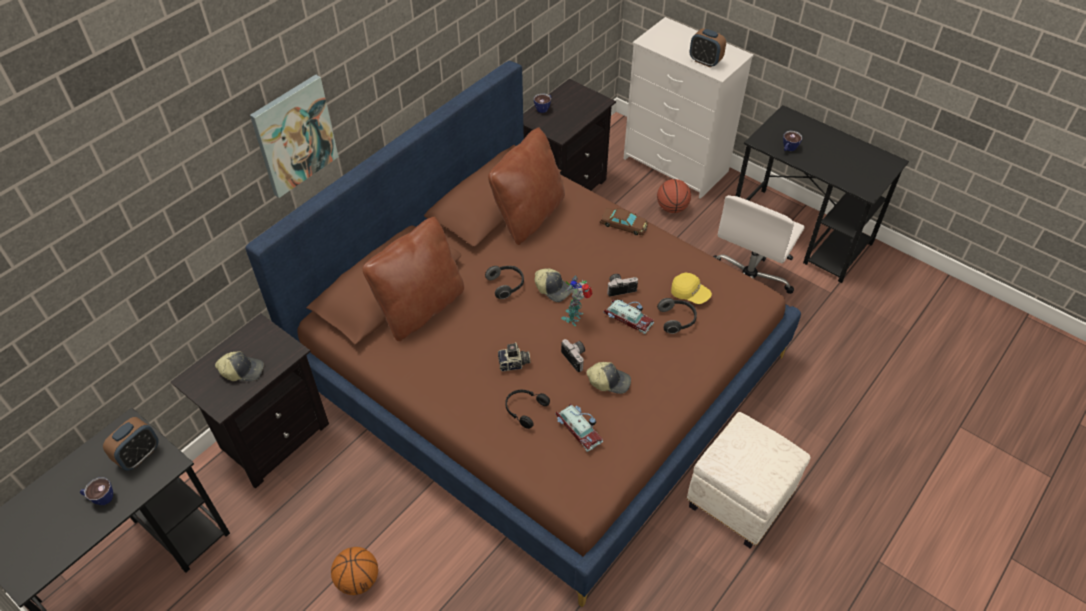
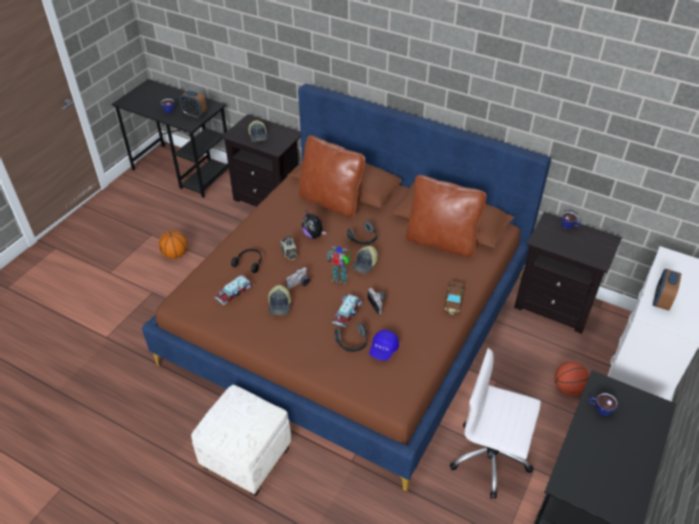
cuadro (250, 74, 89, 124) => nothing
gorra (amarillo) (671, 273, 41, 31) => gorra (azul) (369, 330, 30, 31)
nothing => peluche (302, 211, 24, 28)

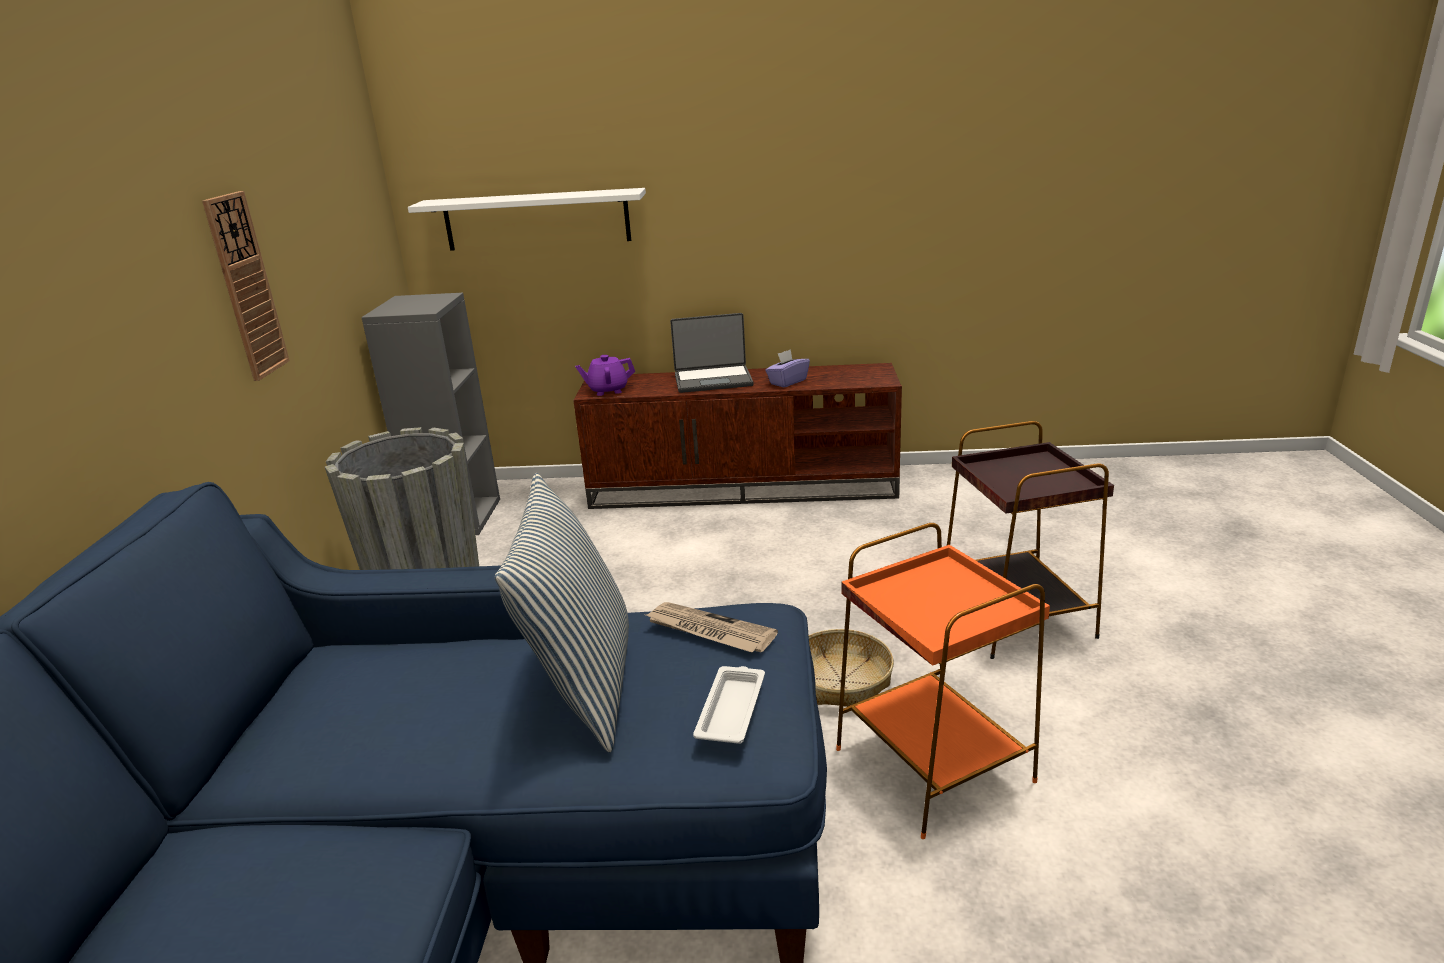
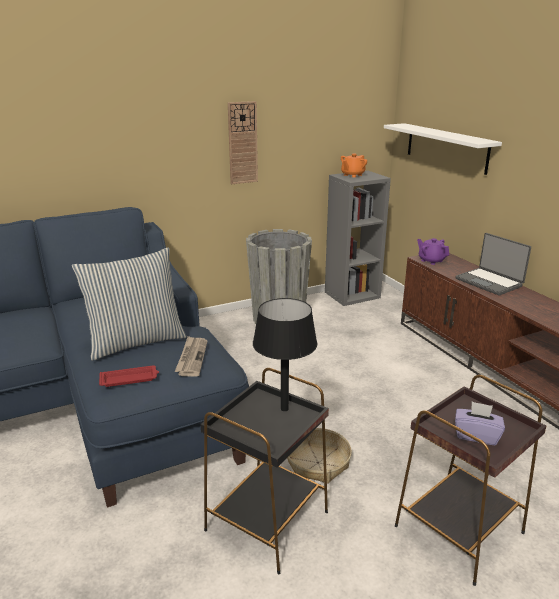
caja de pañuelos (morado) (765, 349, 45, 39) => caja de pañuelos (morado) (455, 401, 50, 44), relocated
mesa auxiliar (naranja) (836, 523, 214, 316) => mesa auxiliar (negro) (200, 368, 129, 206)
bandeja (blanco) (693, 666, 72, 78) => bandeja (rojo) (99, 365, 60, 22)
nothing => tetera (naranja) (341, 154, 26, 23)
nothing => lámpara de mesa (negro) (253, 298, 64, 113)

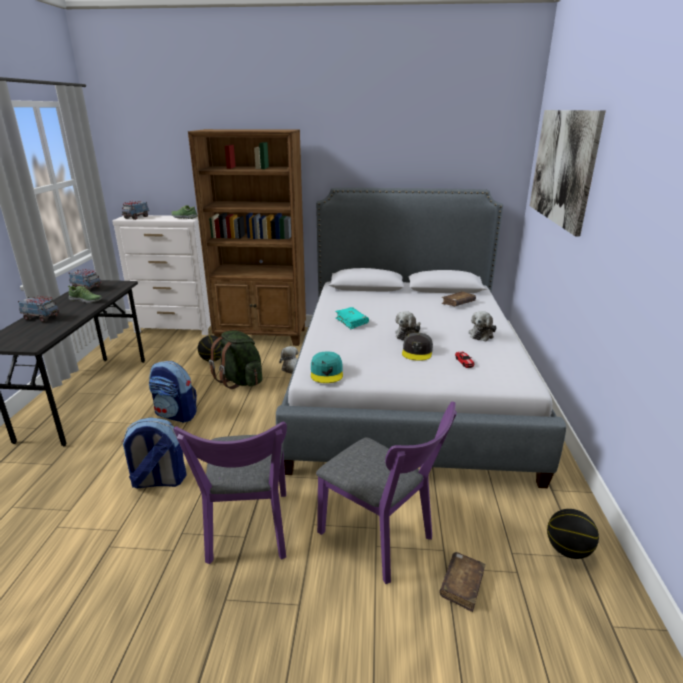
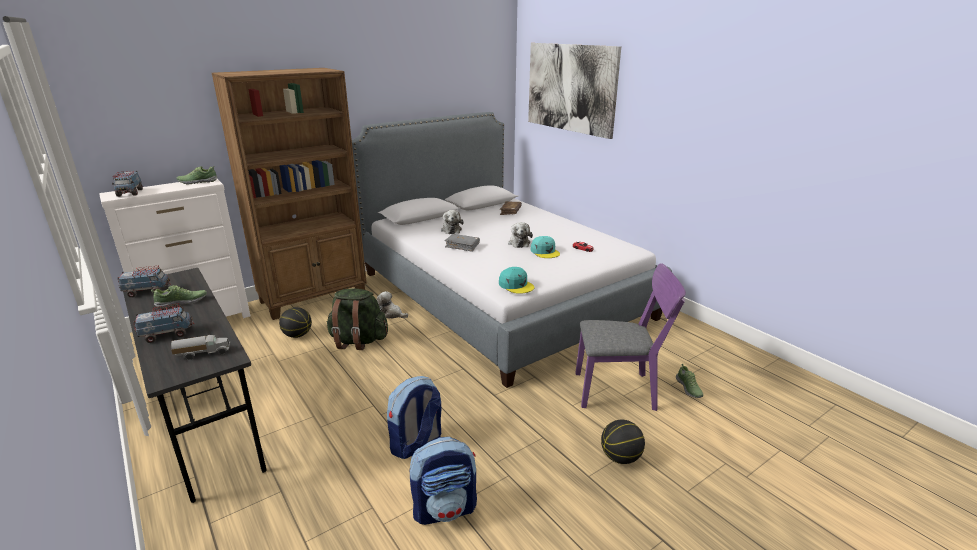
libro (turquesa) (335, 307, 34, 22) => libro (gris) (445, 234, 35, 18)
peluche (468, 311, 29, 31) => peluche (441, 210, 23, 24), relocated
gorra (gris) (402, 333, 31, 28) => gorra (turquesa) (531, 236, 29, 22)
mochila (149, 361, 48, 62) => mochila (410, 437, 67, 88), relocated
silla (morado) (173, 421, 114, 143) => nothing
balón de baloncesto (547, 509, 52, 50) => balón de baloncesto (601, 420, 44, 44), relocated
libro (marrón) (439, 552, 47, 60) => zapato (676, 364, 28, 34)
nothing => camión de juguete (171, 335, 59, 25)

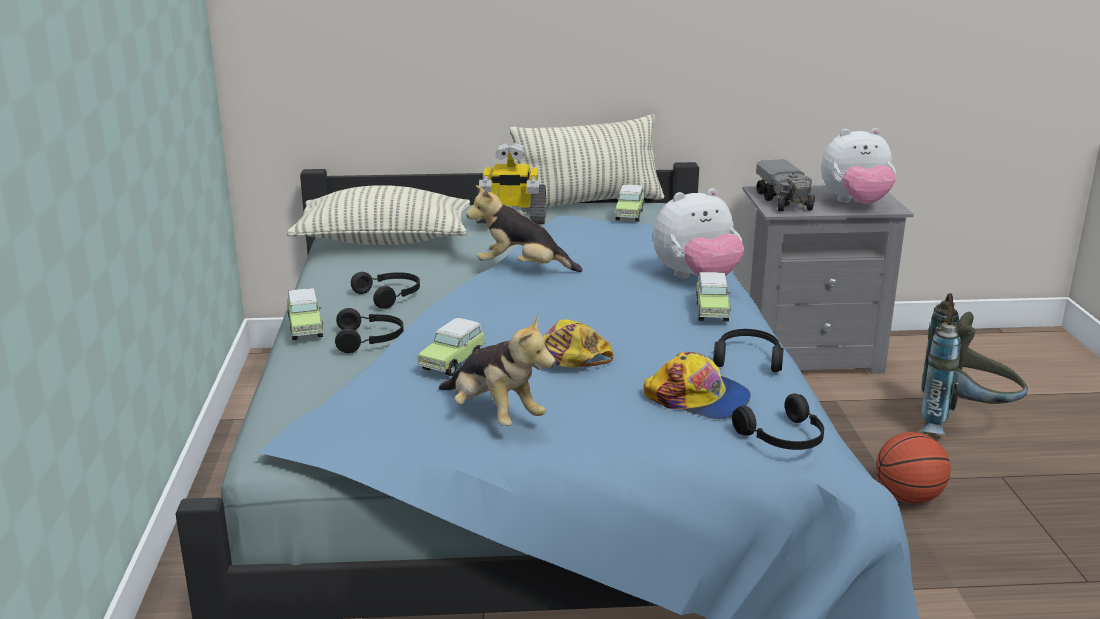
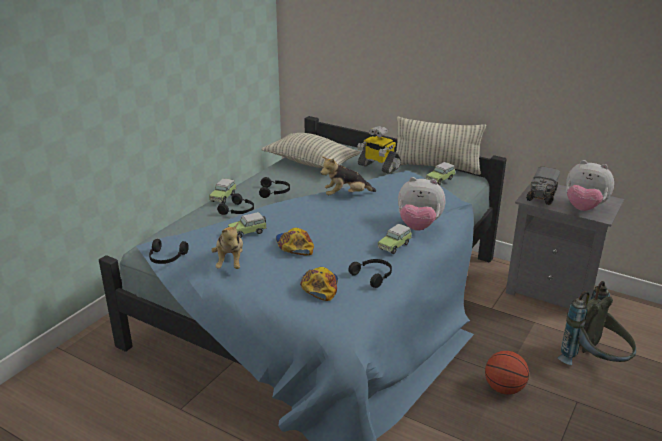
peluche (466, 185, 117, 87) => peluche (320, 156, 56, 39), 60 degrees counterclockwise
gorra (644, 352, 107, 67) => gorra (300, 267, 38, 34), 150 degrees counterclockwise
auriculares (negro) (732, 393, 92, 57) => auriculares (negro) (149, 239, 40, 25), relocated

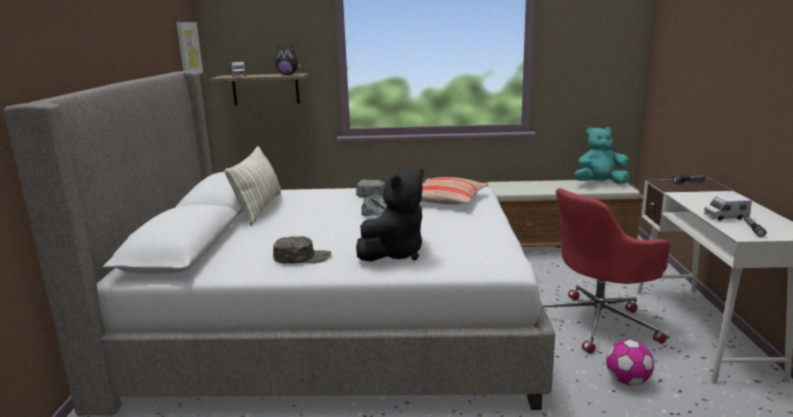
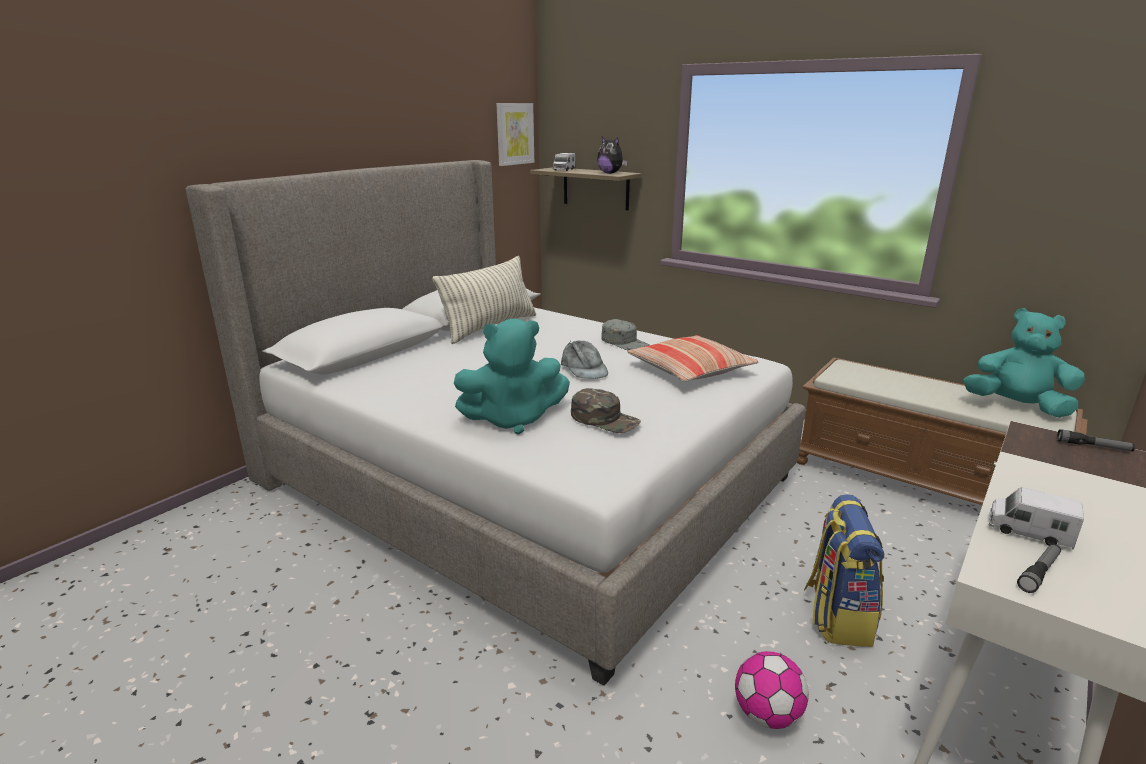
peluche (negro) (356, 169, 68, 93) => peluche (turquesa) (454, 319, 116, 116)
silla de oficina (rojo) (542, 188, 128, 166) => mochila (804, 495, 80, 152)
gorra (verde) (273, 236, 58, 28) => gorra (verde) (571, 388, 70, 45), relocated

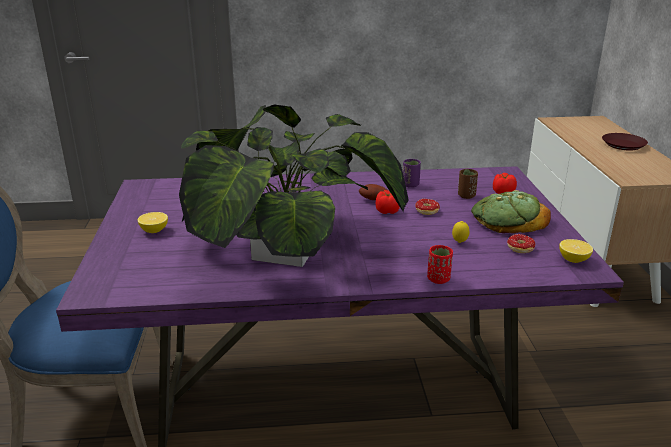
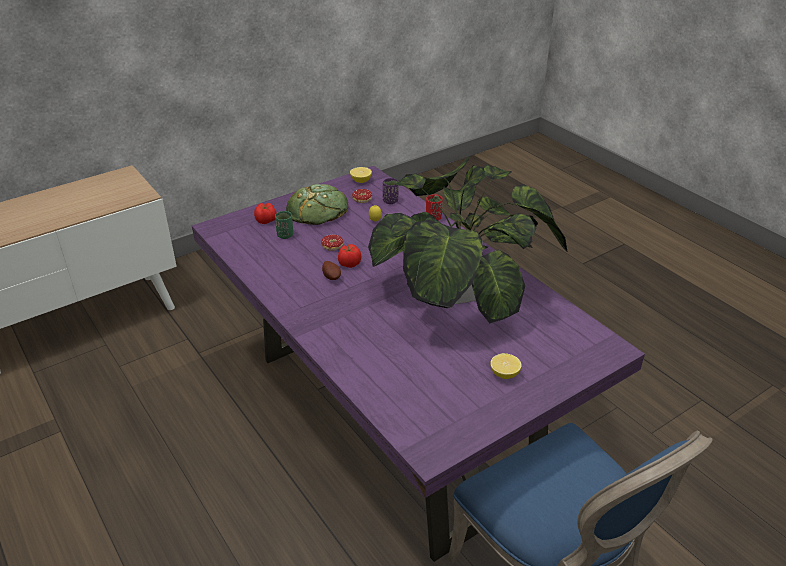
plato (marrón) (602, 133, 46, 17) => nothing
taza (morado) (403, 159, 18, 29) => taza (morado) (383, 178, 16, 26), relocated
taza (marrón) (458, 169, 20, 30) => taza (verde) (275, 211, 18, 28)

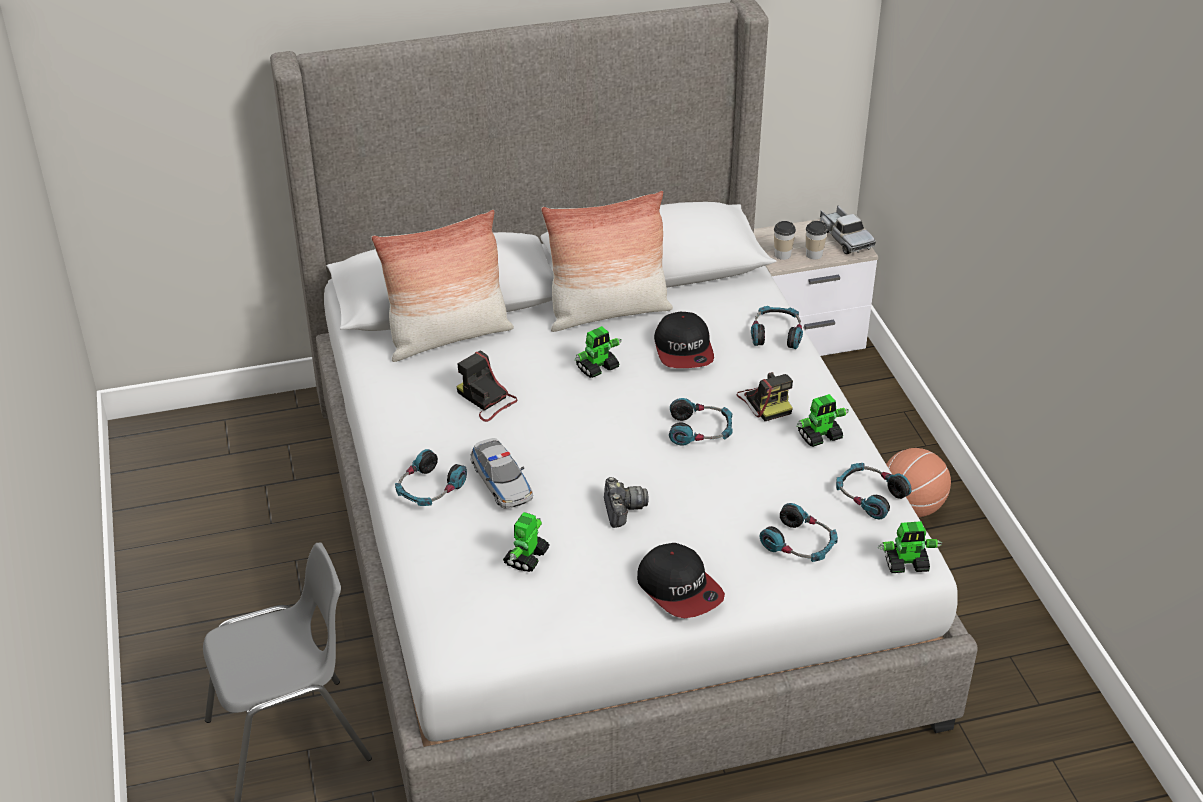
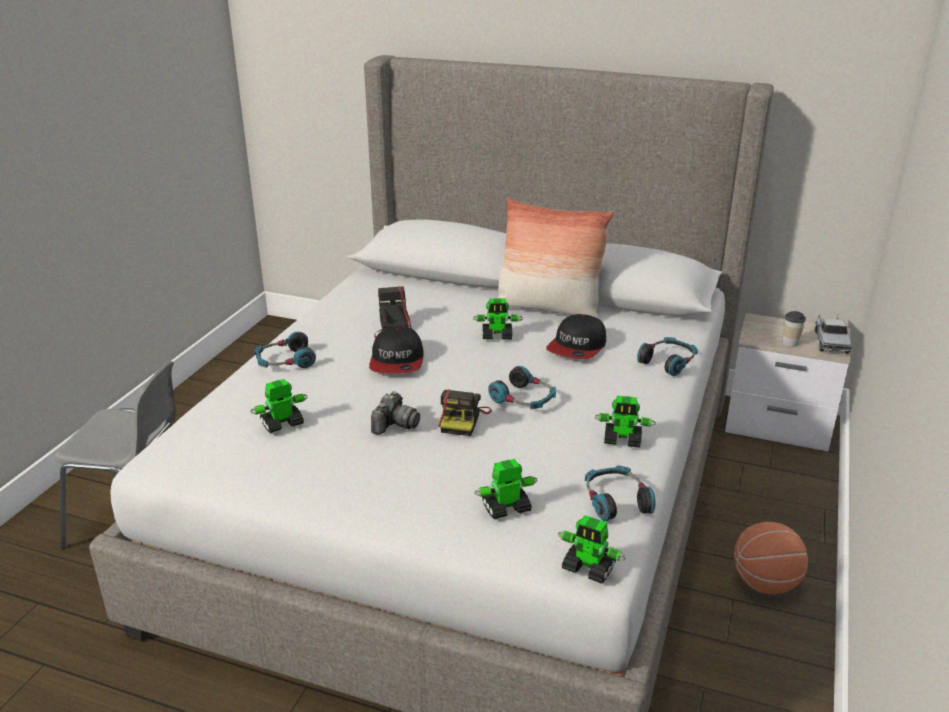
cojín (371, 210, 143, 152) => nothing
taza (774, 221, 22, 39) => nothing
cámara (737, 372, 56, 49) => cámara (438, 390, 54, 46), relocated
coche de juguete (470, 438, 63, 71) => nothing
auriculares (760, 503, 78, 59) => robot de juguete (474, 459, 64, 60)
gorra (637, 543, 88, 75) => gorra (369, 327, 55, 46), relocated

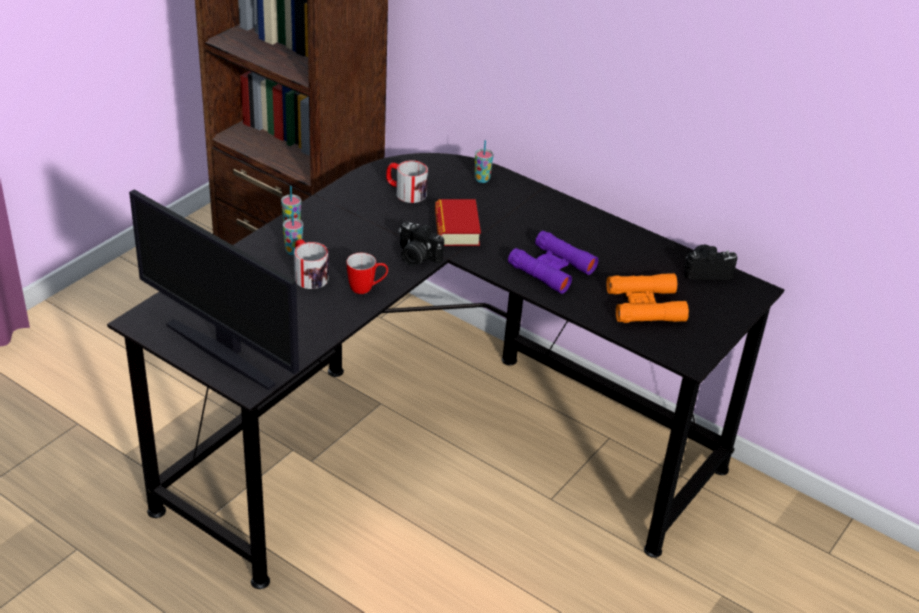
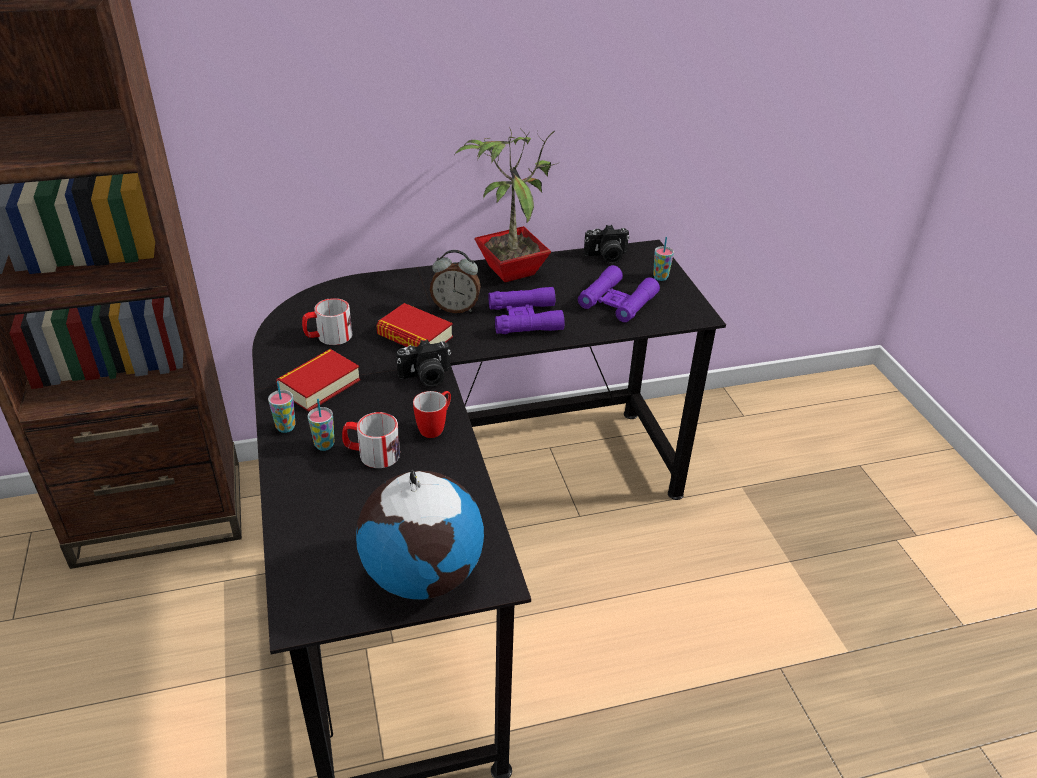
taza (475, 140, 19, 43) => taza (653, 237, 21, 44), relocated
monitor (129, 189, 170, 201) => globo terráqueo (356, 470, 128, 130)
cámara (684, 245, 54, 35) => cámara (584, 225, 46, 38), 135 degrees counterclockwise
prismáticos (naranja) (606, 273, 83, 50) => prismáticos (morado) (578, 265, 82, 57)
nothing => planta en maceta (455, 127, 105, 155)
nothing => despertador (430, 250, 51, 63)
nothing => libro (276, 349, 85, 63)

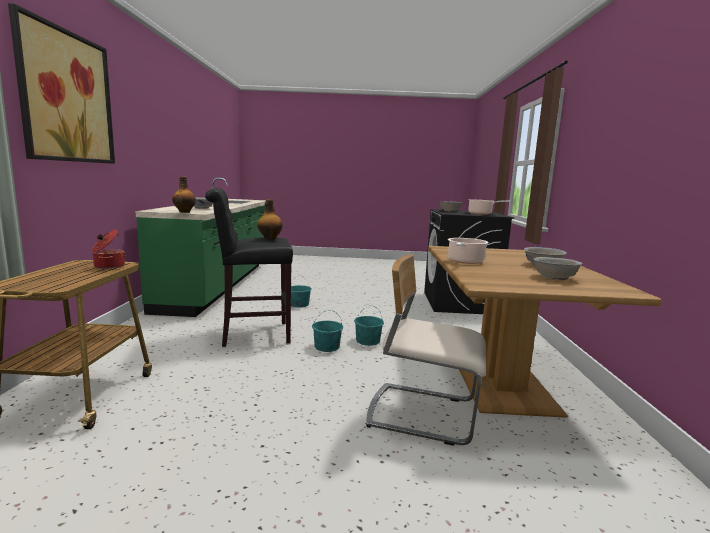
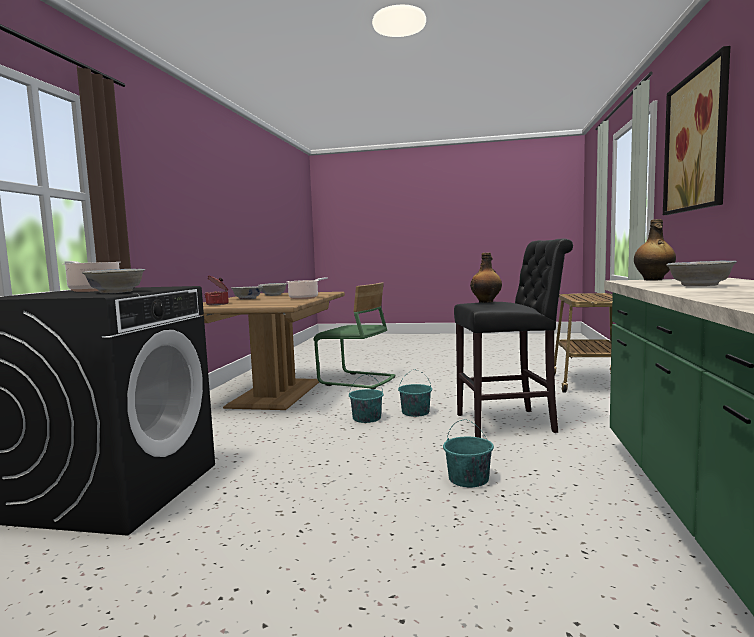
olla (92, 230, 33, 39) => olla (204, 276, 25, 29), relocated
silla (beis) (366, 254, 120, 192) => silla (verde) (313, 282, 82, 107)

